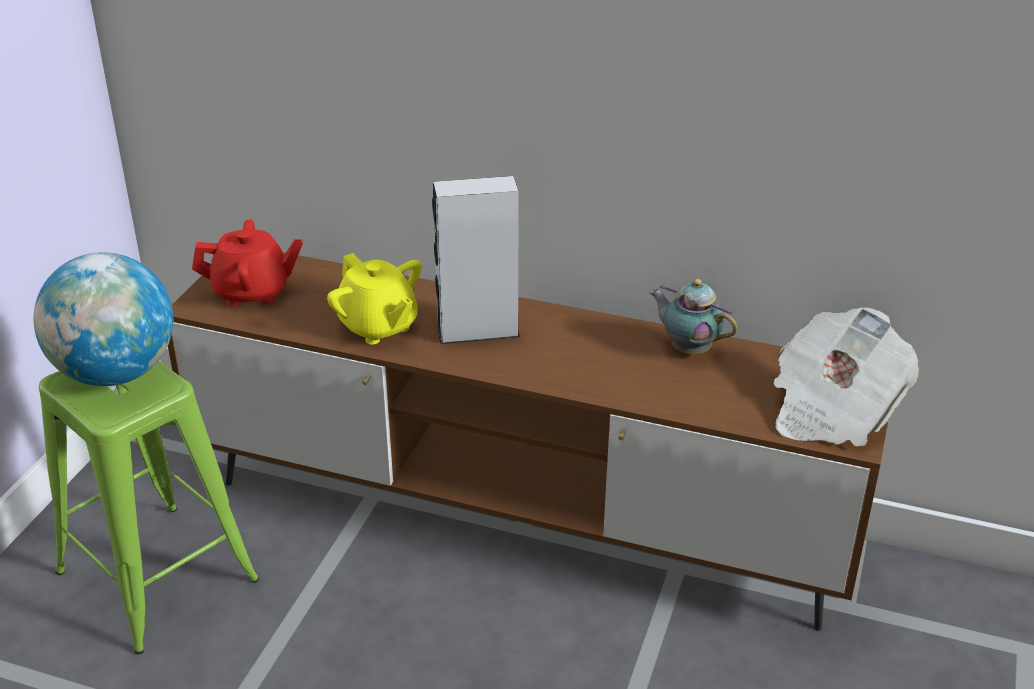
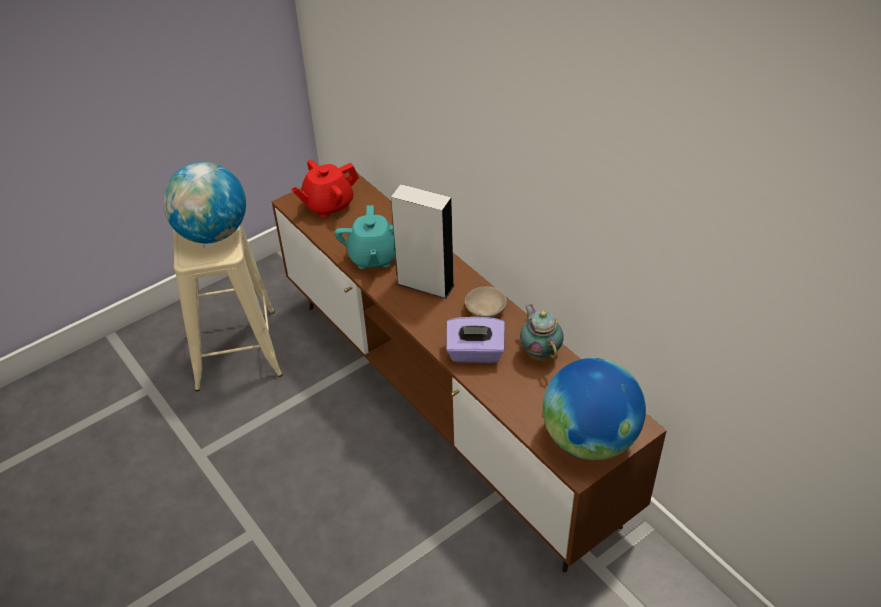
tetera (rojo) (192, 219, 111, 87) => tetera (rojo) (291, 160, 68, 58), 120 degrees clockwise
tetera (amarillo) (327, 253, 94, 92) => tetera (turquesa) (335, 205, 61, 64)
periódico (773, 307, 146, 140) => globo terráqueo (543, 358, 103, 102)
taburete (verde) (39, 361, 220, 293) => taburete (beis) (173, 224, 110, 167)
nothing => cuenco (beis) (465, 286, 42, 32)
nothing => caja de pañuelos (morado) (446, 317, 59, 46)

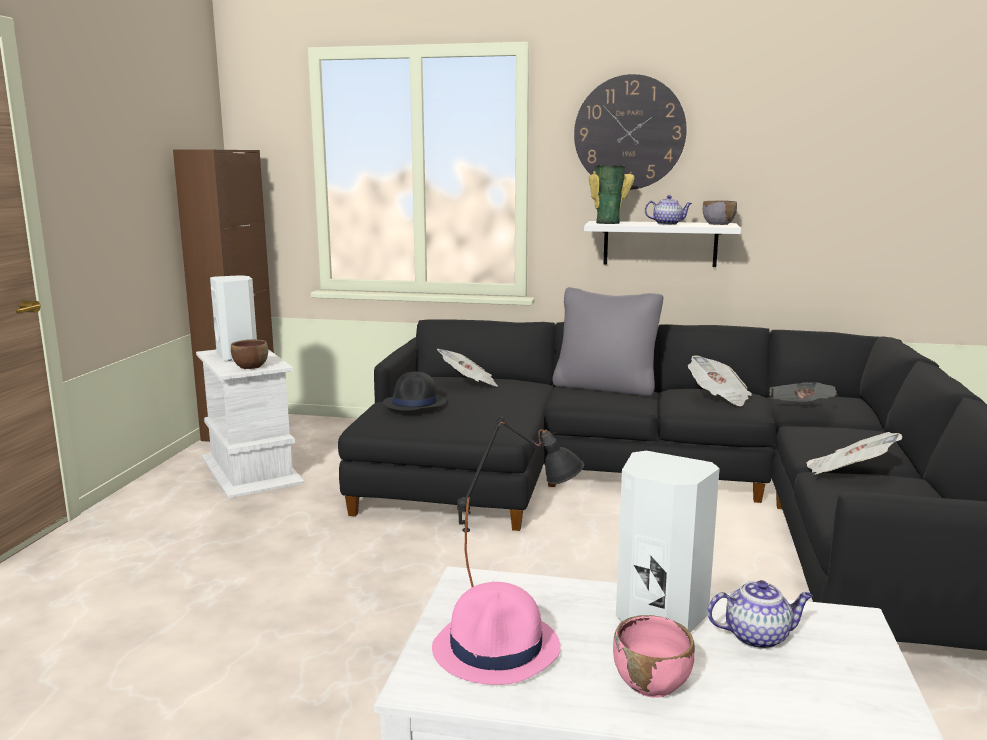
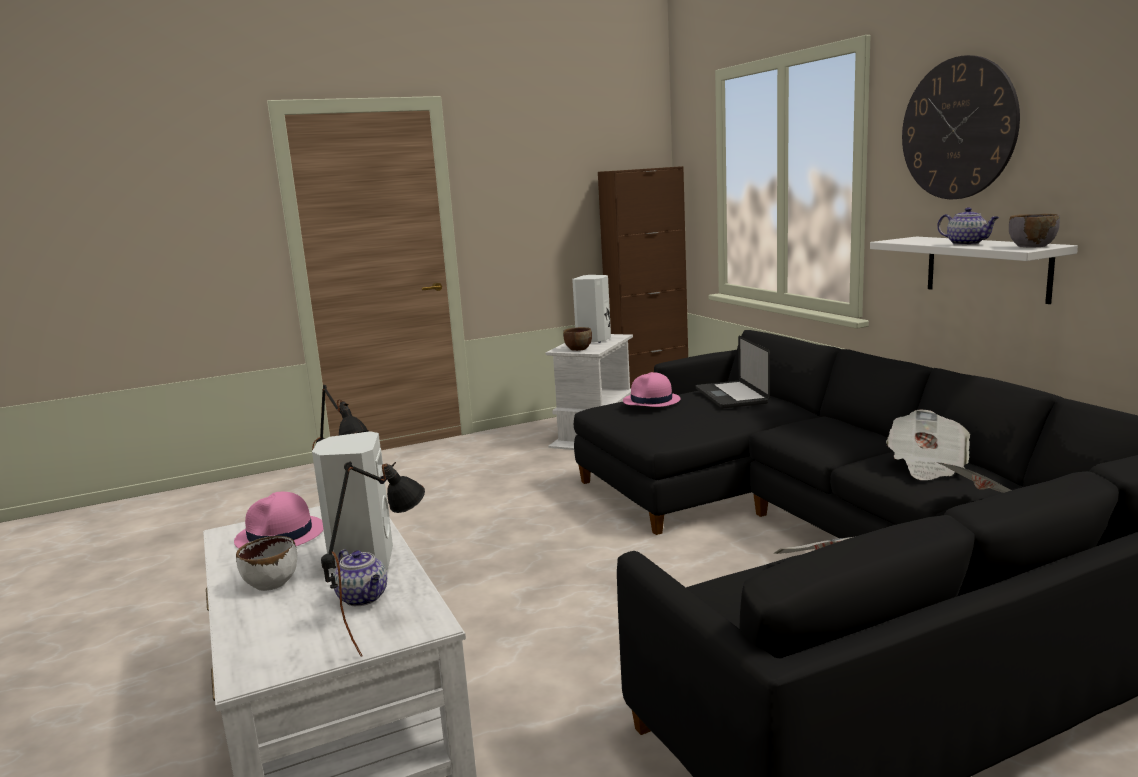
florero (589, 165, 46, 59) => nothing
cojín (gris) (552, 287, 111, 109) => nothing
periódico (437, 349, 62, 38) => portátil (696, 336, 74, 73)
sombrero (negro) (383, 372, 63, 39) => sombrero (rosa) (623, 372, 58, 35)
cuenco (rosa) (613, 615, 82, 83) => cuenco (blanco) (236, 536, 61, 55)
nothing => lámpara de mesa (negro) (321, 462, 104, 195)

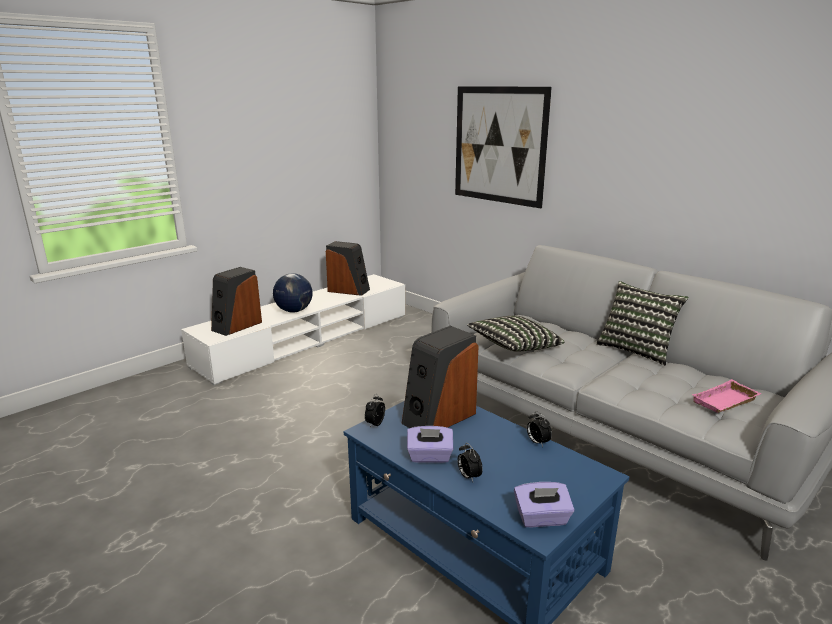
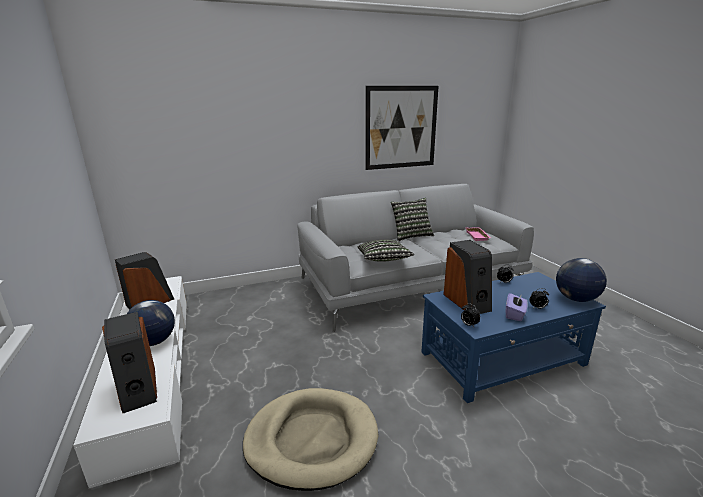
cuadro (455, 87, 97, 121) => cuadro (365, 86, 74, 84), relocated
caja de pañuelos (morado) (514, 482, 60, 45) => globo terráqueo (556, 258, 51, 44)
nothing => cama para perro (beis) (243, 388, 136, 103)

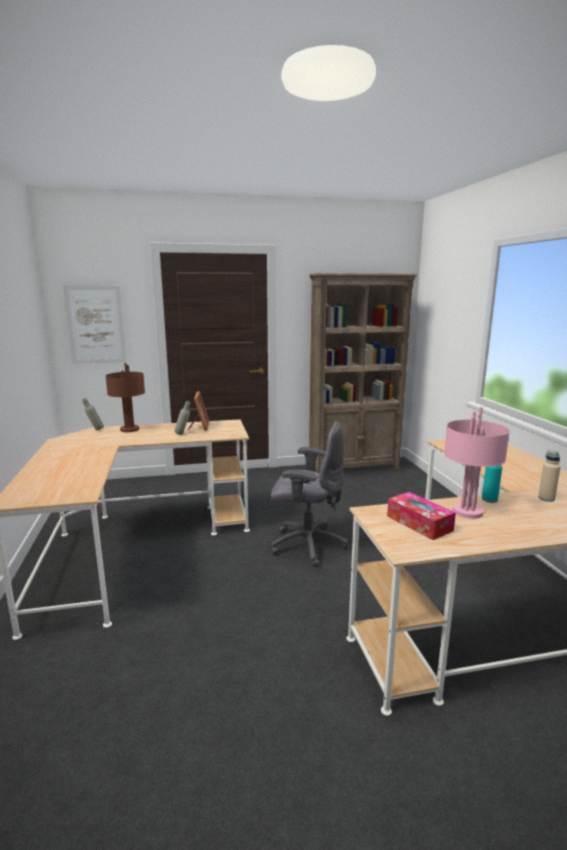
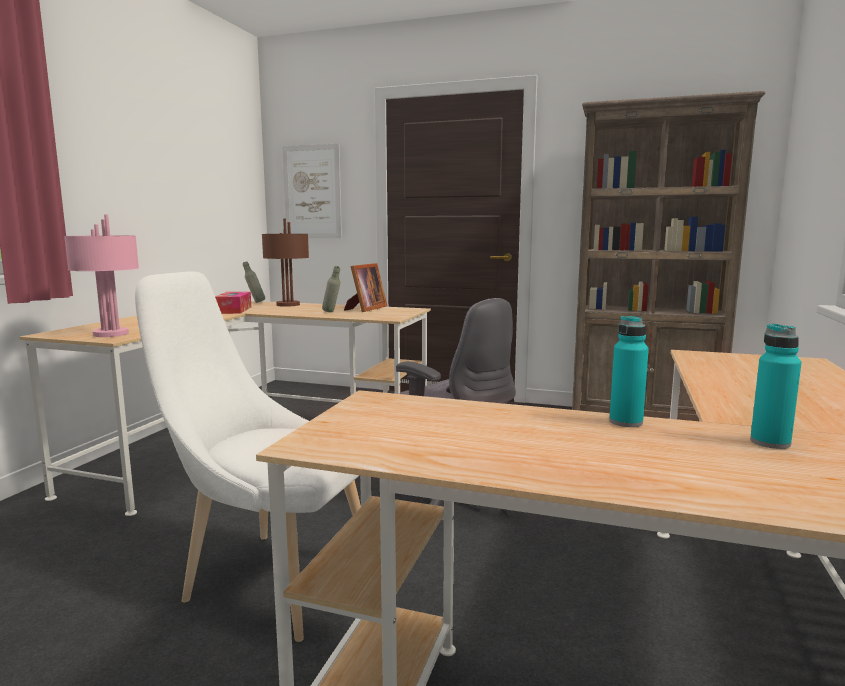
lámpara de mesa (rosa) (444, 407, 66, 112) => lámpara de mesa (rosa) (64, 214, 75, 123), relocated
botella (beis) (538, 450, 23, 52) => botella (turquesa) (750, 323, 51, 126)
caja de pañuelos (387, 492, 69, 48) => caja de pañuelos (215, 292, 36, 22), relocated
nothing => silla (blanco) (135, 271, 226, 371)

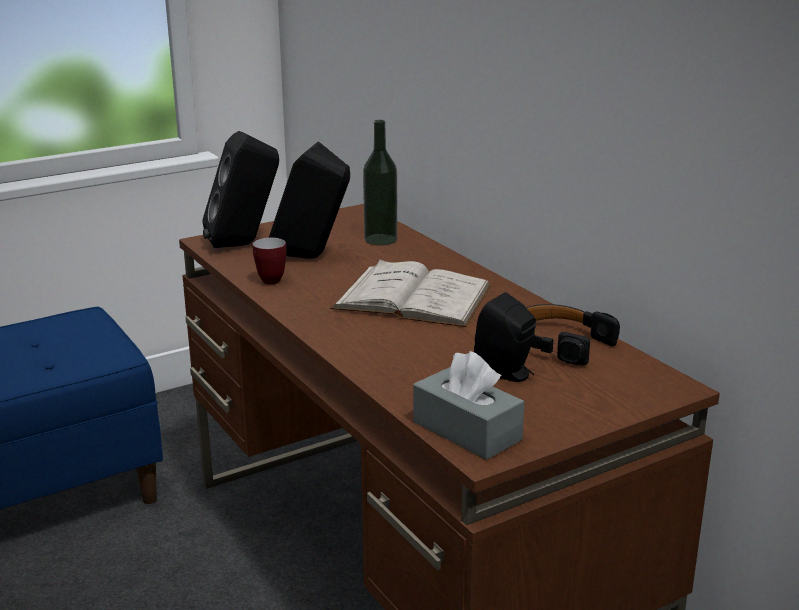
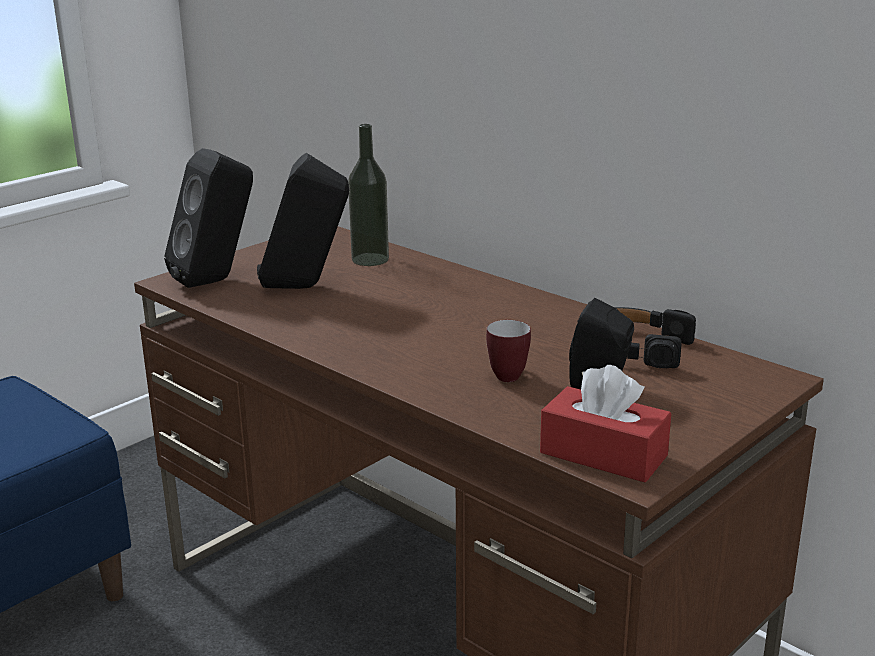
taza grande (253, 238, 34, 47) => taza grande (486, 320, 45, 62), relocated
libro (blanco) (330, 259, 161, 68) => nothing
caja de pañuelos (gris) (413, 351, 111, 109) => caja de pañuelos (rojo) (540, 365, 131, 117)

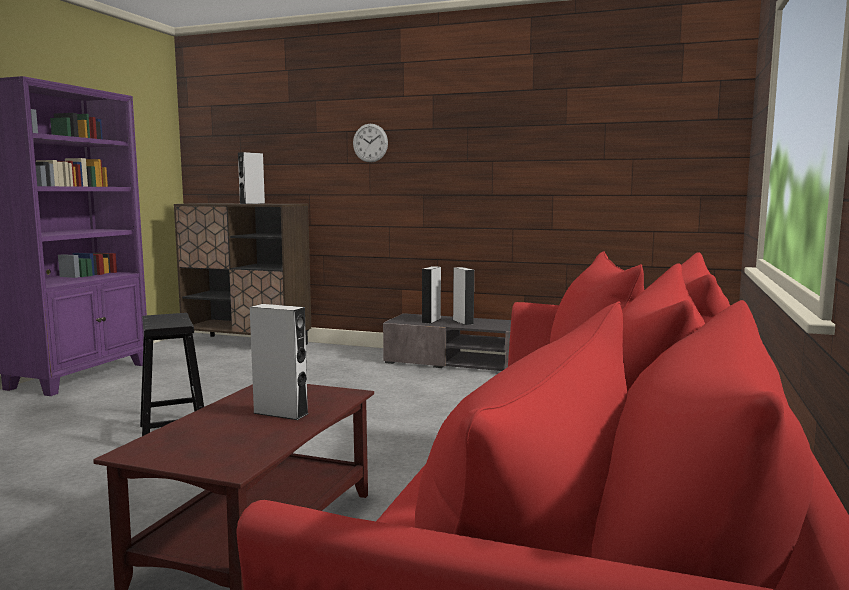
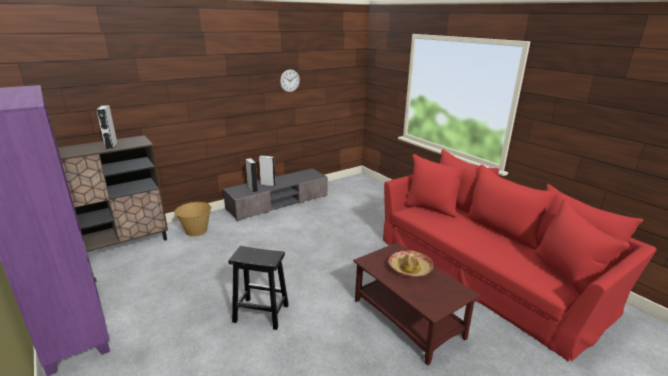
reloj de pared (353, 124, 35, 39) => reloj de pared (280, 69, 20, 23), relocated
altavoz (gris) (250, 304, 59, 116) => sombrero (388, 251, 45, 26)
nothing => cesta (174, 202, 38, 34)

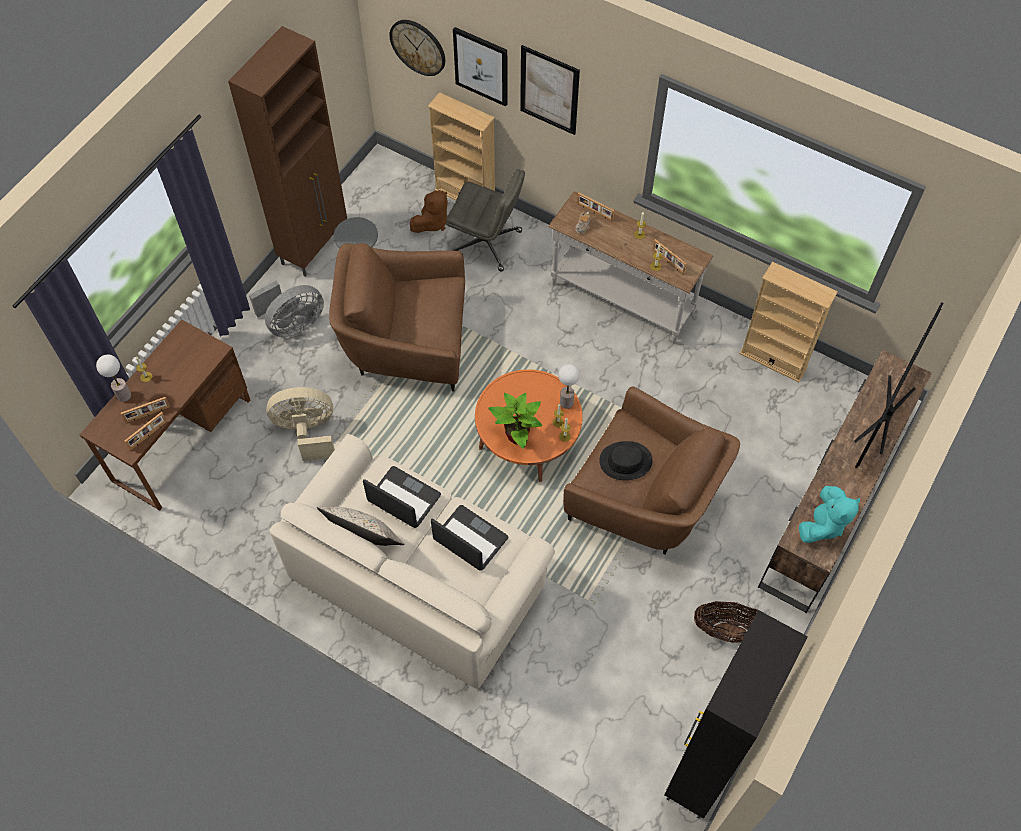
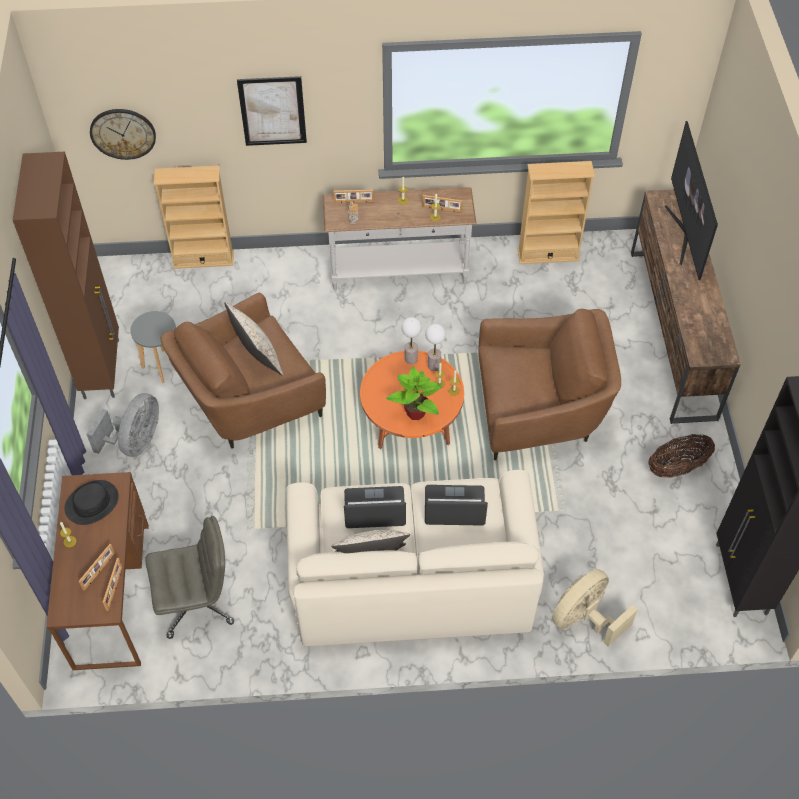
cuadro (453, 27, 55, 80) => nothing
silla de oficina (gris) (446, 169, 79, 103) => silla de oficina (gris) (145, 516, 89, 123), relocated
peluche (marrón) (410, 190, 38, 43) => nothing
lámpara de mesa (96, 355, 35, 47) => lámpara de mesa (401, 317, 21, 47), relocated
ventilador (beis) (266, 387, 69, 74) => ventilador (beis) (552, 569, 86, 78), relocated
sombrero (negro) (599, 441, 53, 39) => sombrero (negro) (64, 480, 55, 45), relocated
peluche (turquesa) (799, 486, 61, 57) => nothing
nothing => cojín (beis) (224, 302, 59, 74)

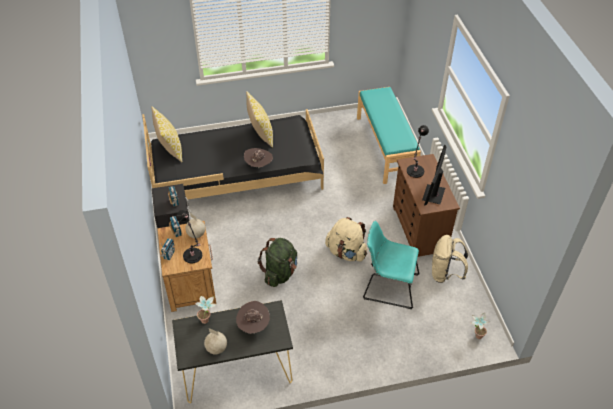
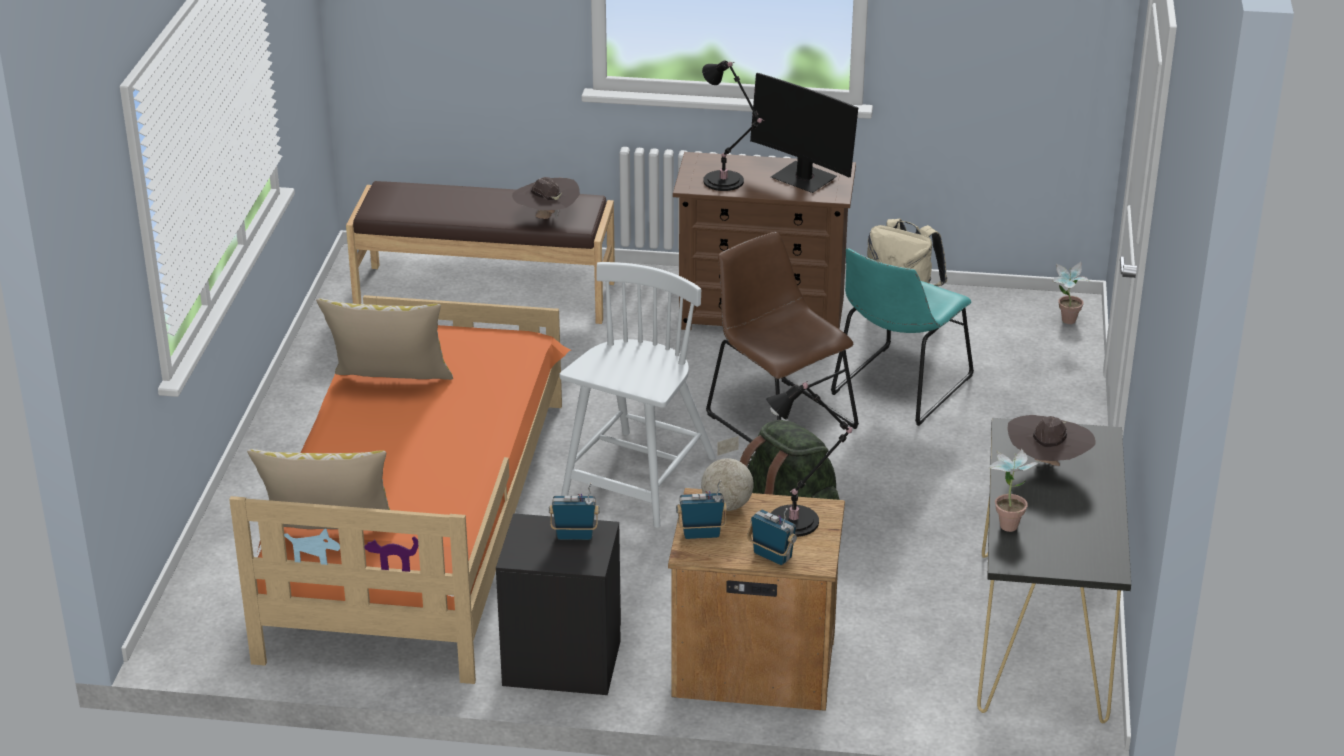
banco (turquesa) (357, 87, 64, 97) => banco (marrón) (346, 181, 269, 143)
cama (negro) (142, 109, 182, 90) => cama (naranja) (229, 295, 342, 389)
sombrero (marrón) (244, 148, 29, 21) => sombrero (marrón) (512, 177, 68, 43), relocated
mochila (beis) (325, 217, 42, 45) => silla (marrón) (706, 232, 153, 210)
globo terráqueo (204, 328, 23, 27) => nothing
nothing => silla (blanco) (559, 262, 157, 266)

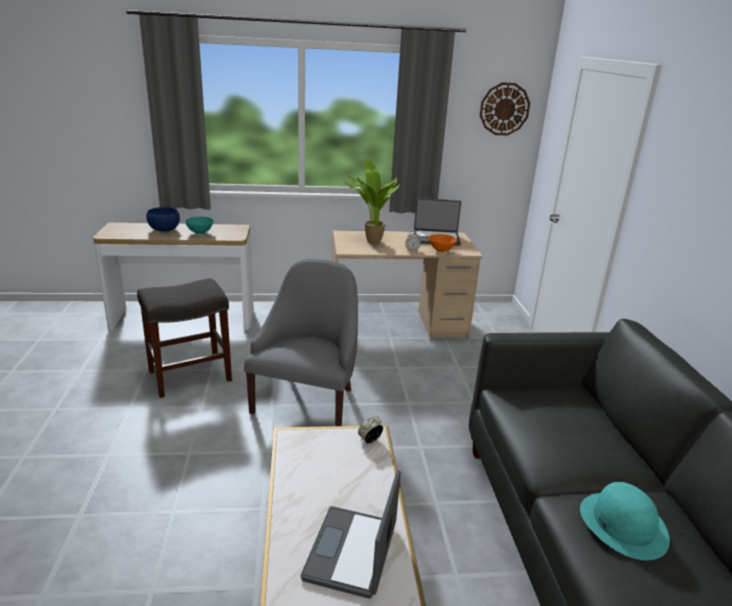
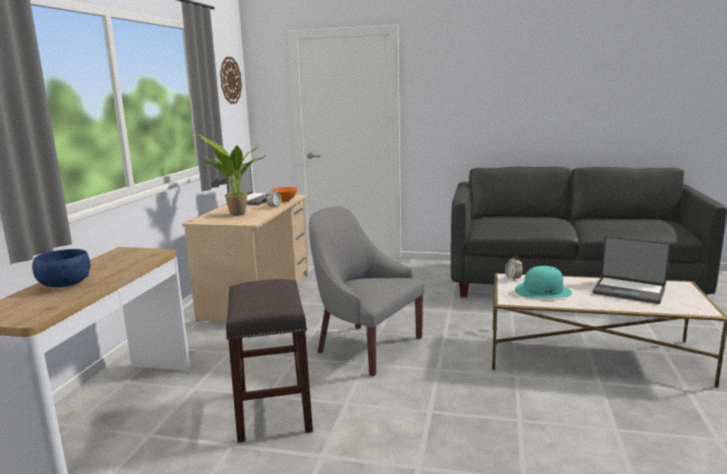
cuenco (turquesa) (185, 217, 29, 18) => nothing
sombrero (turquesa) (580, 482, 90, 78) => sombrero (turquesa) (515, 266, 57, 32), relocated

